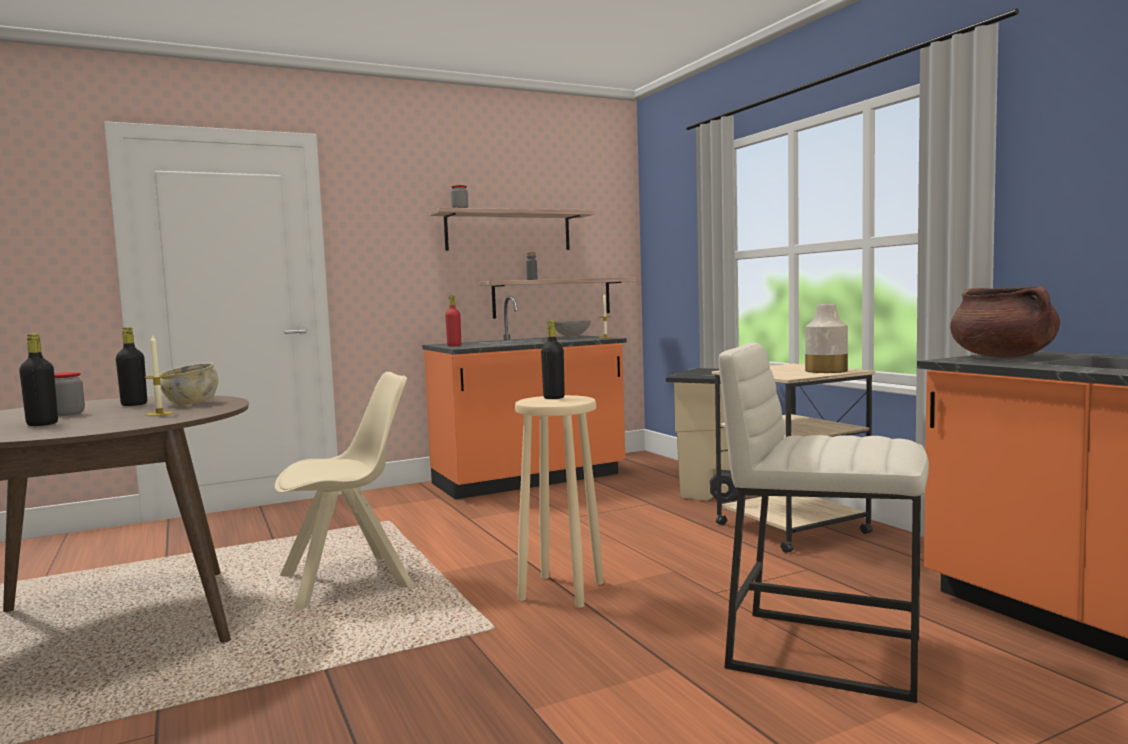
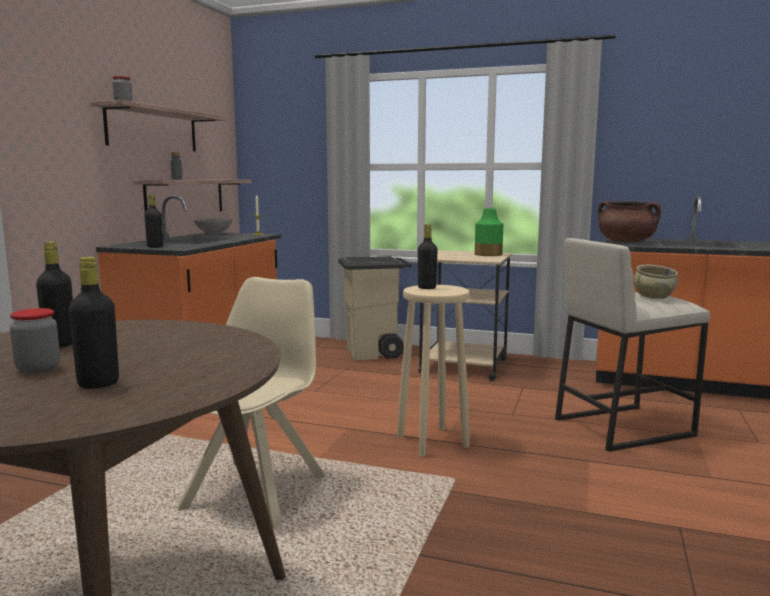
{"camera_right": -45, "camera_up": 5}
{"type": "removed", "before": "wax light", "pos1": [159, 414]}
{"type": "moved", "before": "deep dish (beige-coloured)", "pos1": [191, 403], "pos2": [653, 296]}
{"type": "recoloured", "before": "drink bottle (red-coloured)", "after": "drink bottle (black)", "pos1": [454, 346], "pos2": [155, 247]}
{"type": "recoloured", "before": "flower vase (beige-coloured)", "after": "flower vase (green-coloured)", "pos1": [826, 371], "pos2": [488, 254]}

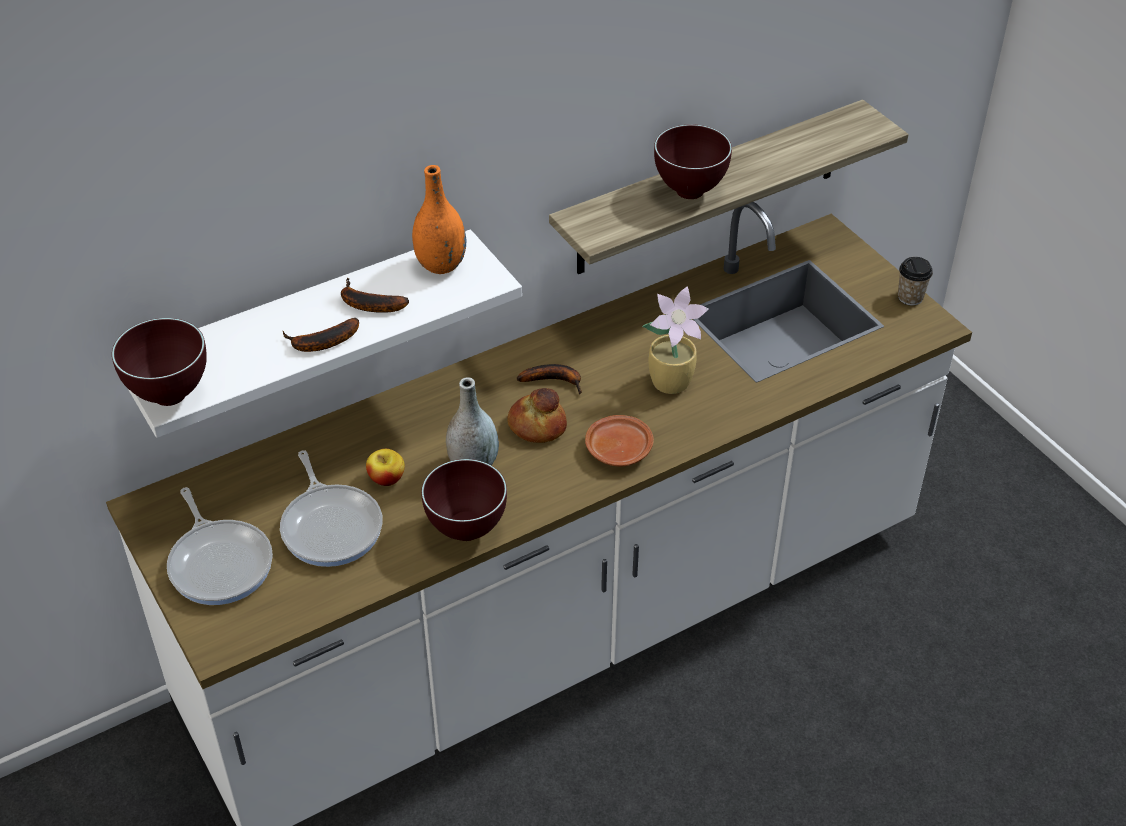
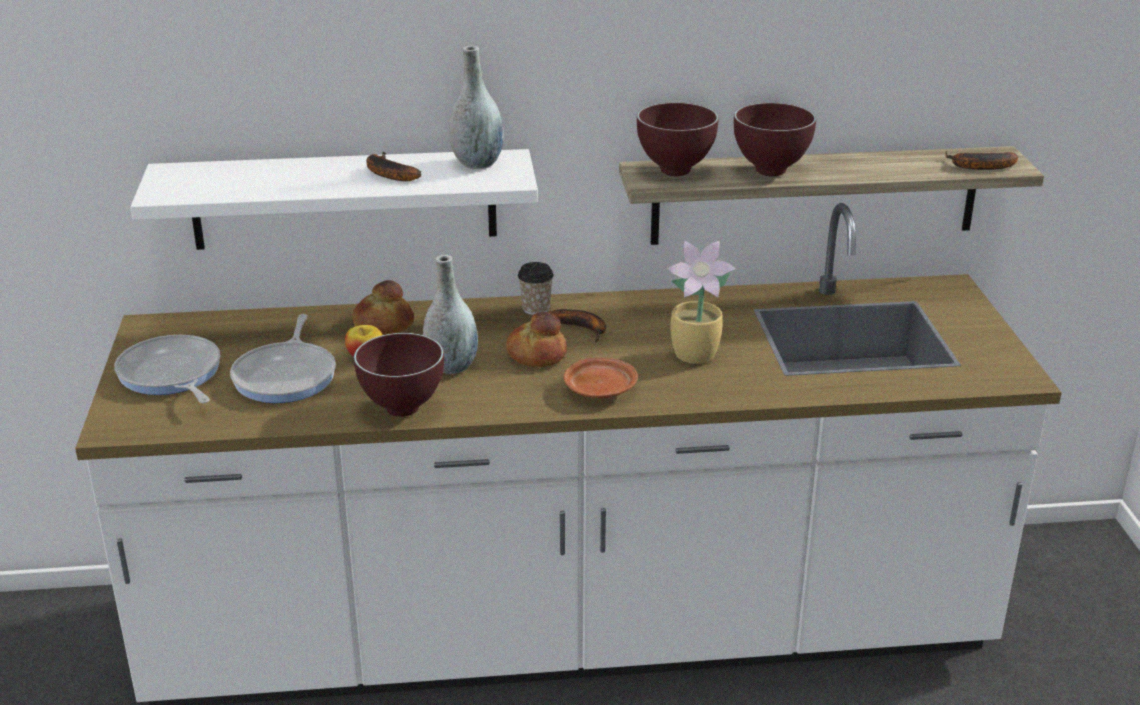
{"camera_right": 25, "camera_up": -15}
{"type": "moved", "before": "deep dish (brown)", "pos1": [170, 397], "pos2": [674, 172]}
{"type": "turned", "before": "skillet", "pos1": [220, 563], "pos2": [171, 375], "turn": 150}
{"type": "moved", "before": "banana fruit", "pos1": [321, 343], "pos2": [978, 167]}
{"type": "recoloured", "before": "flower vase (orangey)", "after": "flower vase (grey)", "pos1": [441, 265], "pos2": [477, 164]}
{"type": "moved", "before": "drinking cup", "pos1": [910, 297], "pos2": [536, 309]}
{"type": "added", "after": "bakery bread", "pos2": [383, 325]}

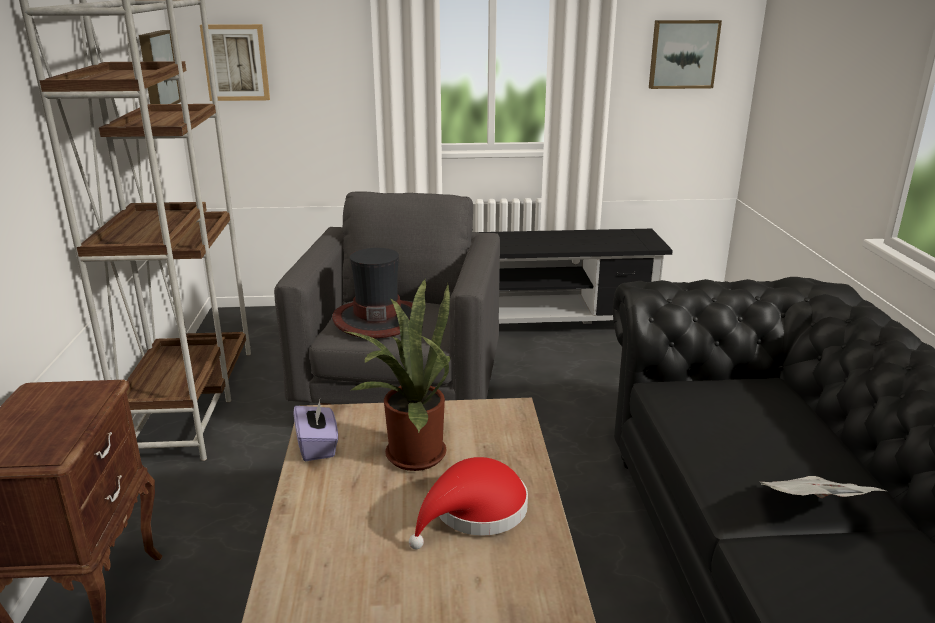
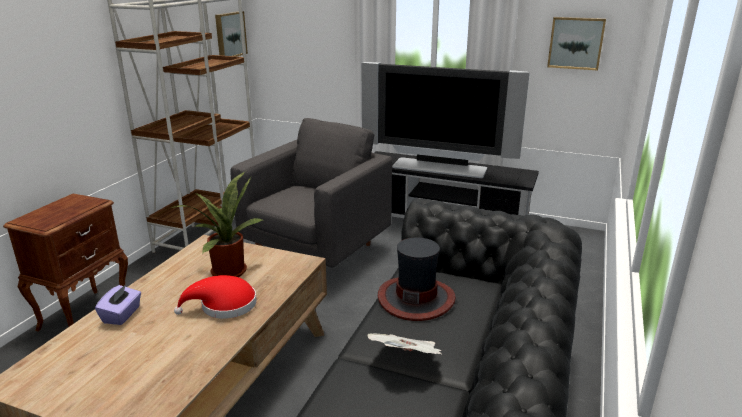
{"camera_right": 25, "camera_up": 0}
{"type": "removed", "before": "picture", "pos1": [236, 62]}
{"type": "moved", "before": "box of tissues (purple)", "pos1": [317, 446], "pos2": [122, 315]}
{"type": "moved", "before": "clothing hat", "pos1": [377, 319], "pos2": [416, 298]}
{"type": "added", "after": "television", "pos2": [439, 168]}

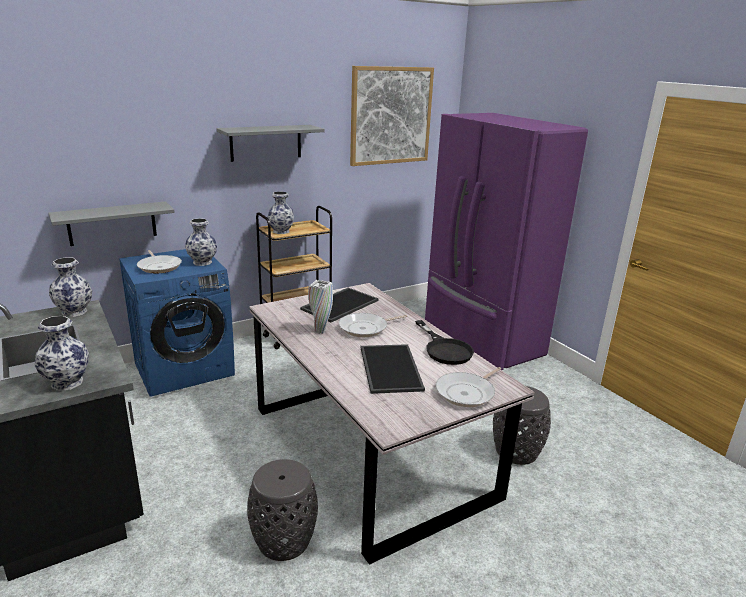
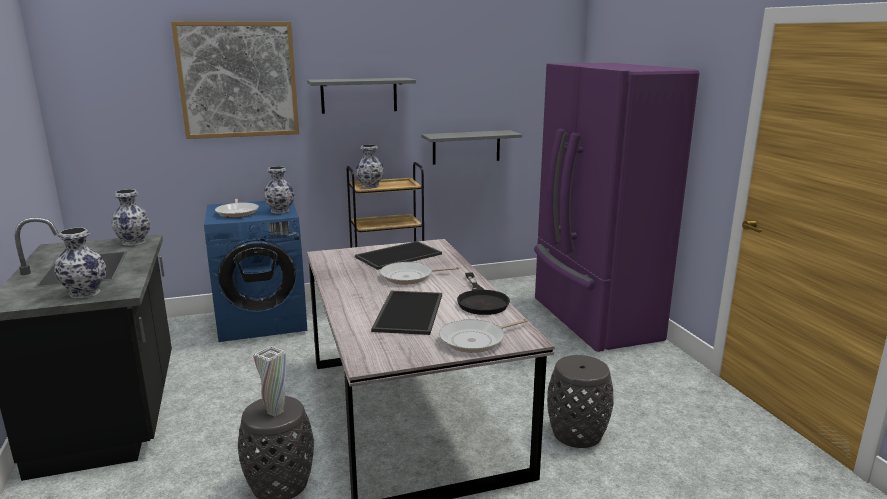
{"camera_right": 15, "camera_up": -5}
{"type": "moved", "before": "wall shelf (grey)", "pos1": [112, 223], "pos2": [466, 147]}
{"type": "moved", "before": "flower vase (white)", "pos1": [320, 331], "pos2": [275, 412]}
{"type": "moved", "before": "picture", "pos1": [391, 116], "pos2": [238, 80]}

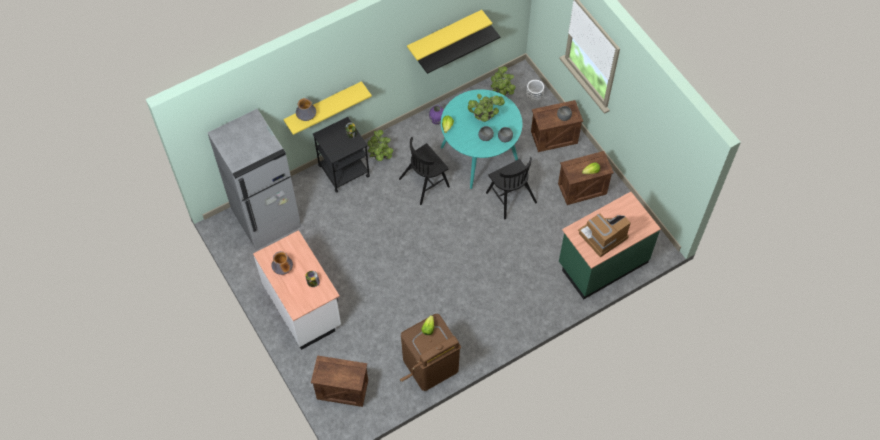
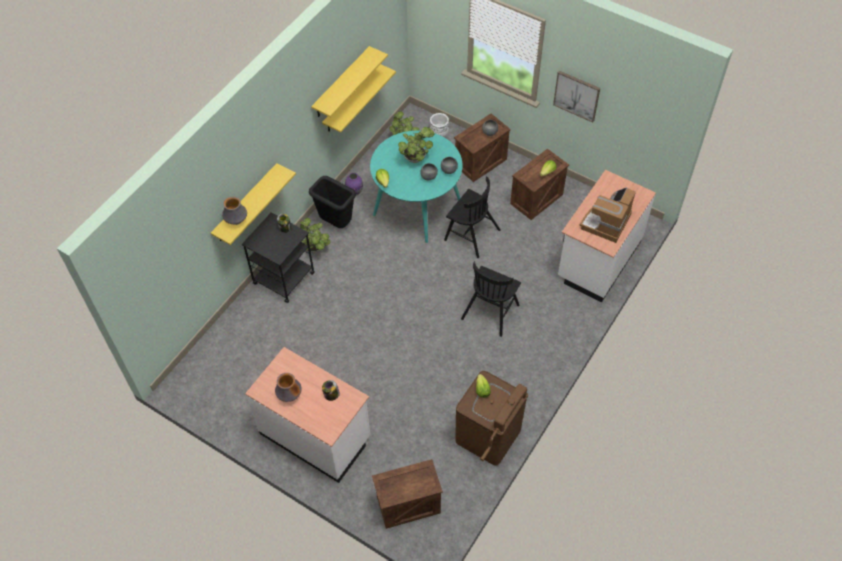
{"camera_right": -25, "camera_up": -5}
{"type": "removed", "before": "kitchen fridge (grey)", "pos1": [266, 217]}
{"type": "moved", "before": "plain chair (black)", "pos1": [426, 181], "pos2": [491, 309]}
{"type": "recoloured", "before": "wall shelf (black)", "after": "wall shelf (yellow)", "pos1": [453, 46], "pos2": [351, 99]}
{"type": "recoloured", "before": "kitchen base unit (green-coloured)", "after": "kitchen base unit (white)", "pos1": [602, 262], "pos2": [598, 260]}
{"type": "added", "after": "trash can (black)", "pos2": [335, 223]}
{"type": "added", "after": "picture", "pos2": [577, 95]}

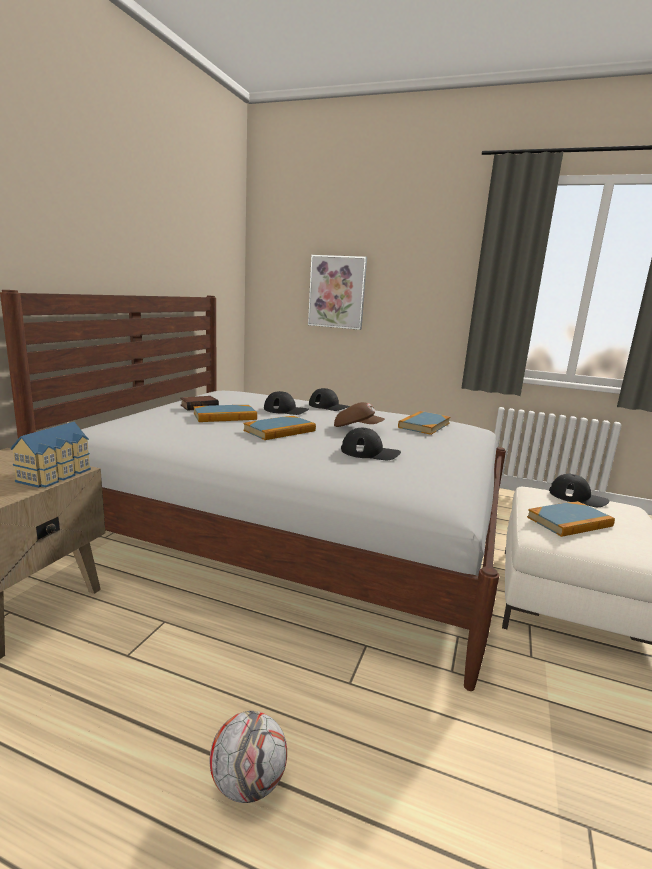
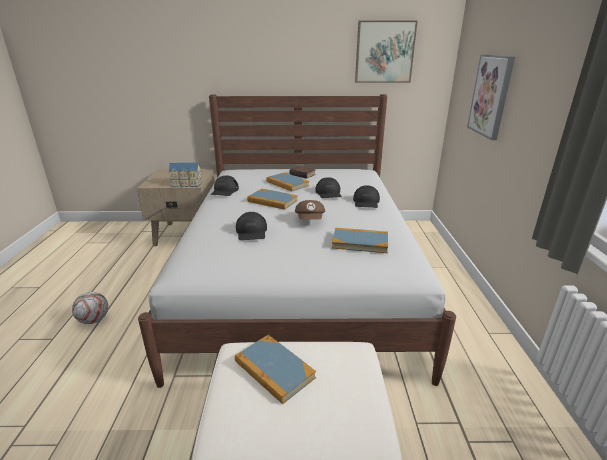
{"camera_right": 70, "camera_up": 10}
{"type": "moved", "before": "cap (black)", "pos1": [578, 497], "pos2": [224, 191]}
{"type": "added", "after": "picture", "pos2": [384, 52]}

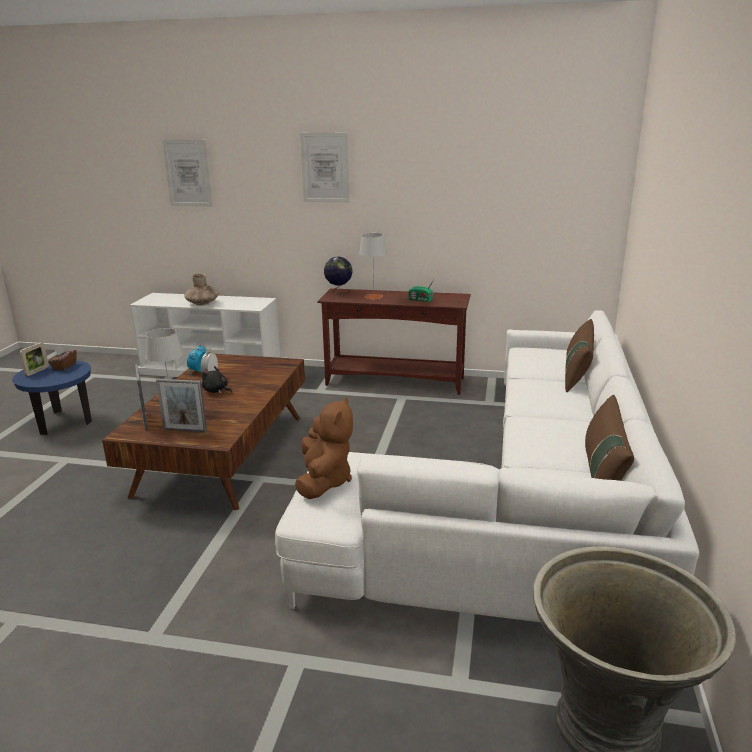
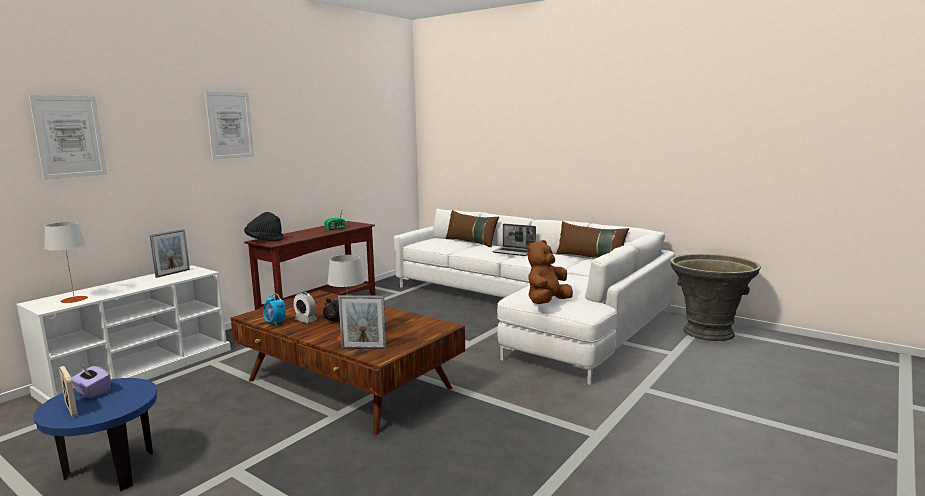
{"camera_right": -65, "camera_up": -10}
{"type": "recoloured", "before": "box of tissues (brown)", "after": "box of tissues (purple)", "pos1": [64, 366], "pos2": [92, 392]}
{"type": "moved", "before": "standing frame", "pos1": [185, 430], "pos2": [173, 273]}
{"type": "removed", "before": "flower vase (brown)", "pos1": [202, 303]}
{"type": "turned", "before": "soft toy (brown)", "pos1": [324, 481], "pos2": [547, 302], "turn": -75}
{"type": "replaced", "before": "desk globe", "after": "clothing hat (black)", "pos1": [338, 292], "pos2": [264, 240]}
{"type": "moved", "before": "table lamp (grey)", "pos1": [373, 296], "pos2": [74, 299]}
{"type": "added", "after": "notebook computer", "pos2": [514, 252]}

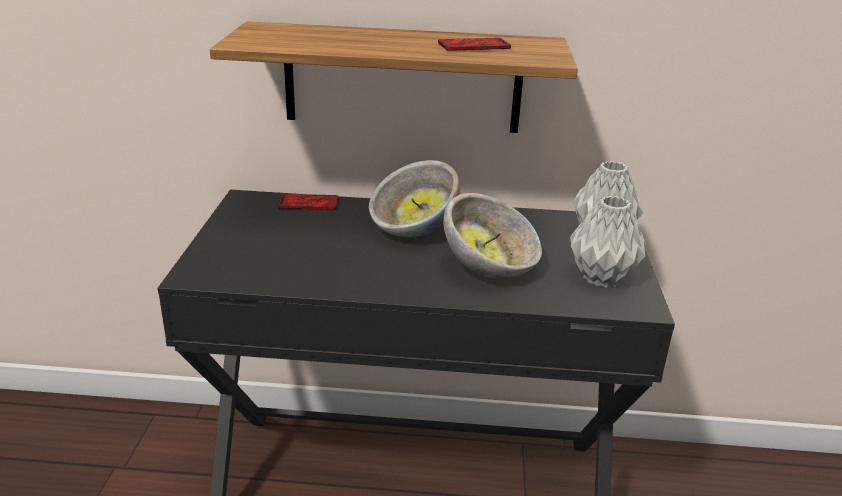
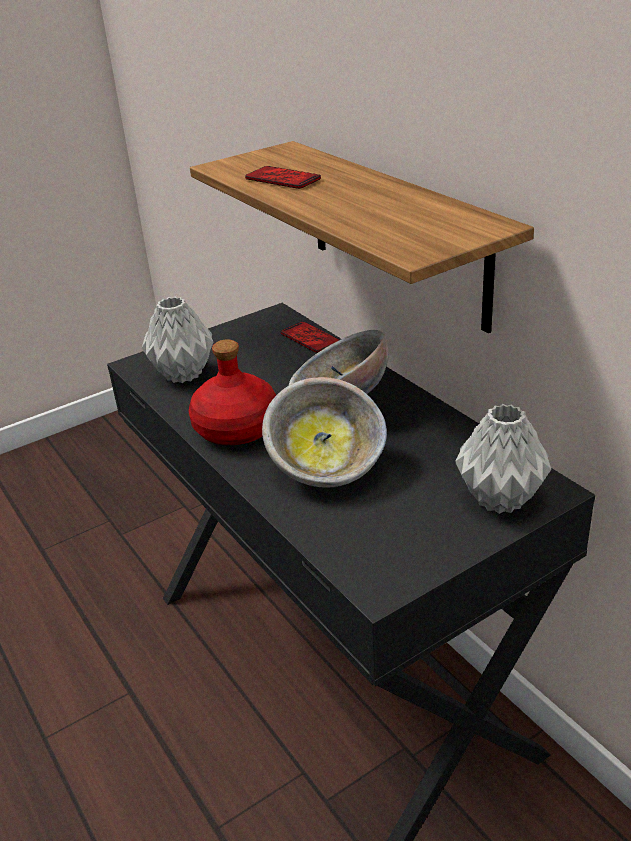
{"camera_right": 55, "camera_up": 5}
{"type": "moved", "before": "handset", "pos1": [474, 46], "pos2": [282, 179]}
{"type": "moved", "before": "flower vase (grey)", "pos1": [603, 278], "pos2": [183, 375]}
{"type": "added", "after": "drink bottle (red-coloured)", "pos2": [235, 428]}

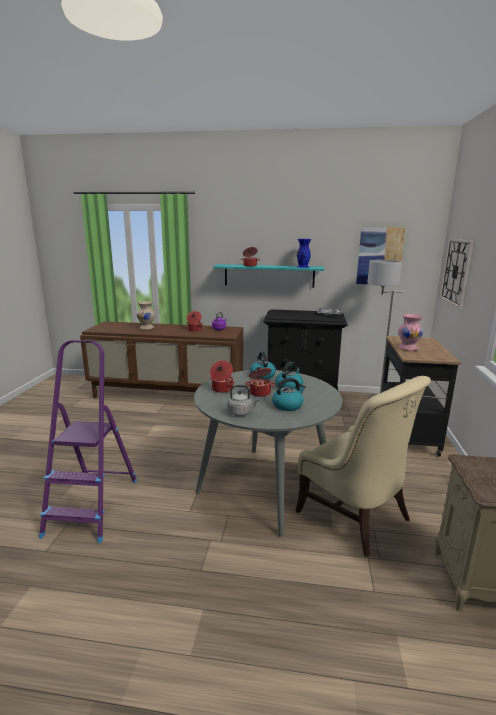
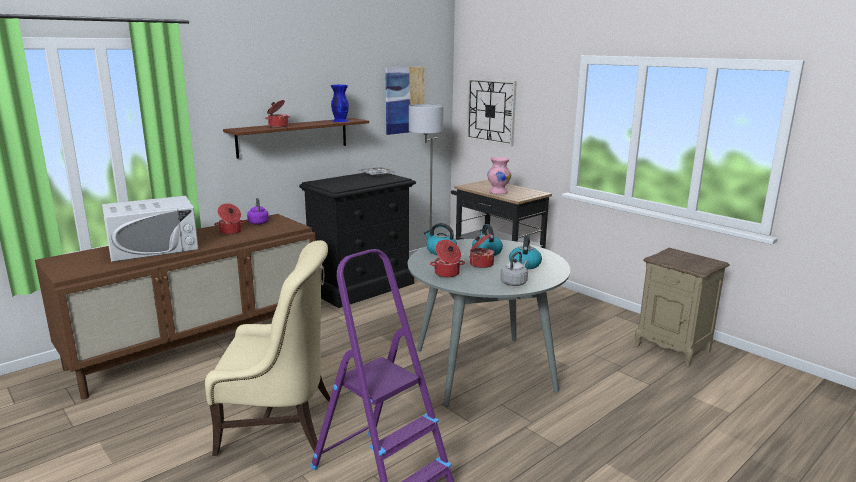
{"camera_right": -50, "camera_up": 0}
{"type": "replaced", "before": "flower vase (beige-coloured)", "after": "microwave oven (white)", "pos1": [147, 328], "pos2": [153, 248]}
{"type": "recoloured", "before": "wall shelf (turquoise-coloured)", "after": "wall shelf (brown)", "pos1": [269, 275], "pos2": [293, 137]}
{"type": "moved", "before": "plain chair (beige-coloured)", "pos1": [354, 515], "pos2": [279, 424]}

